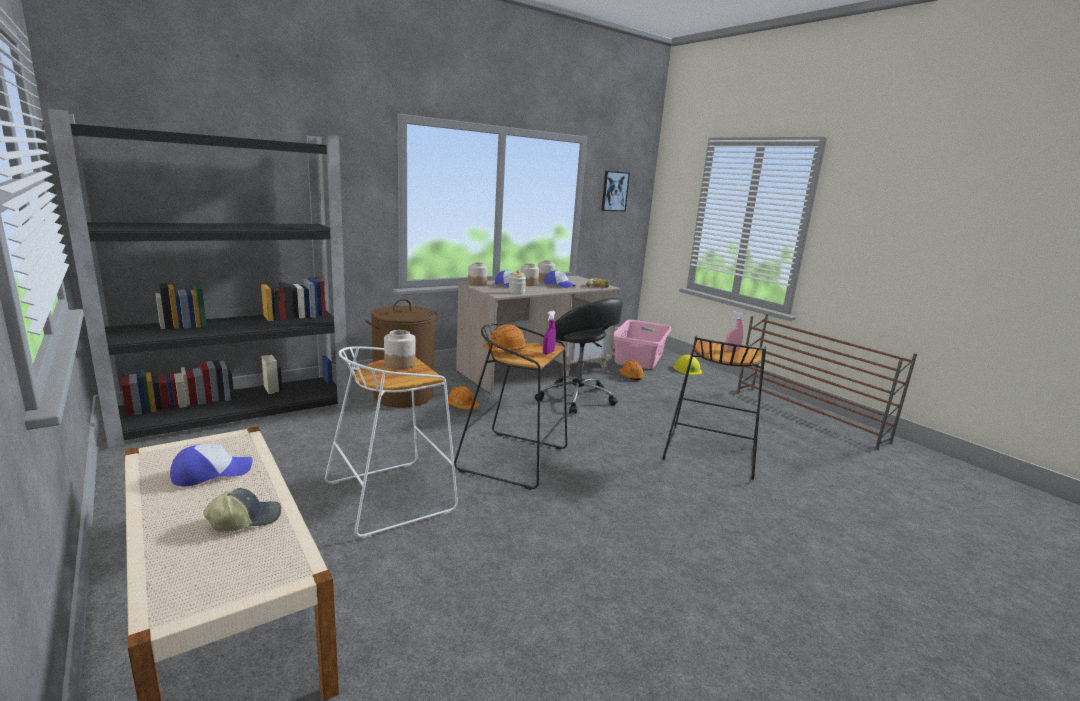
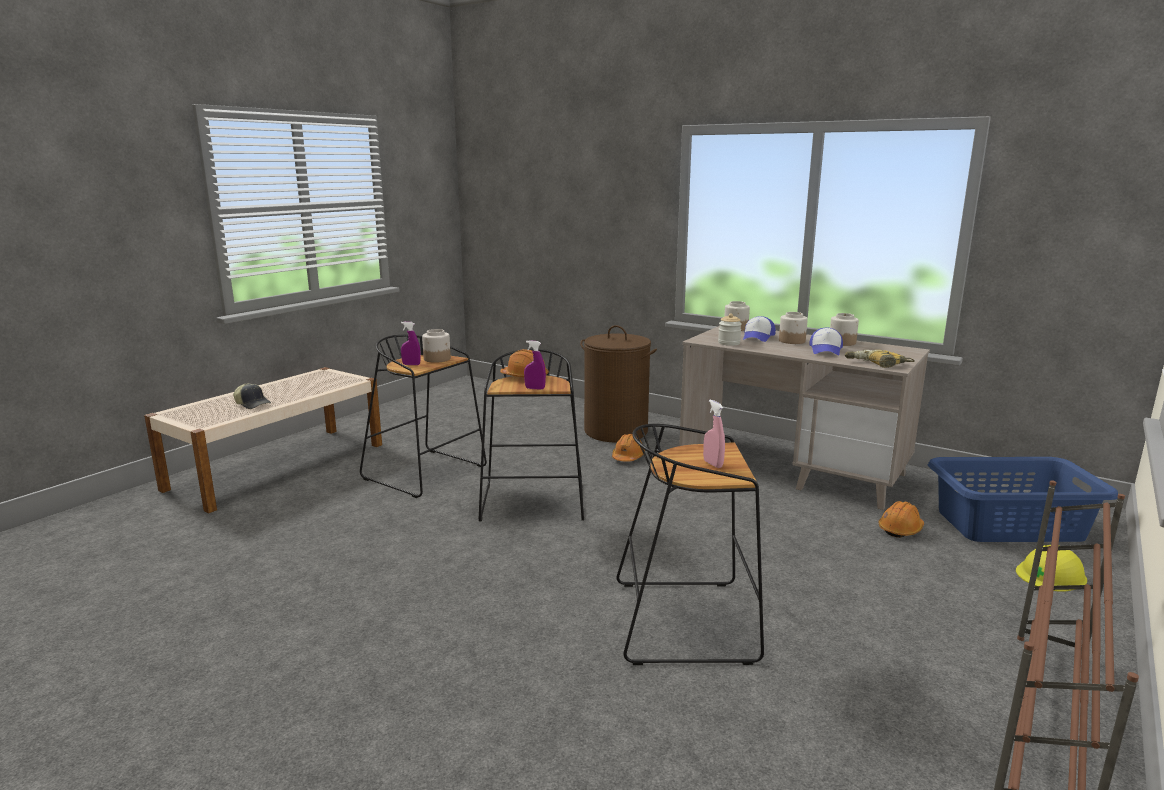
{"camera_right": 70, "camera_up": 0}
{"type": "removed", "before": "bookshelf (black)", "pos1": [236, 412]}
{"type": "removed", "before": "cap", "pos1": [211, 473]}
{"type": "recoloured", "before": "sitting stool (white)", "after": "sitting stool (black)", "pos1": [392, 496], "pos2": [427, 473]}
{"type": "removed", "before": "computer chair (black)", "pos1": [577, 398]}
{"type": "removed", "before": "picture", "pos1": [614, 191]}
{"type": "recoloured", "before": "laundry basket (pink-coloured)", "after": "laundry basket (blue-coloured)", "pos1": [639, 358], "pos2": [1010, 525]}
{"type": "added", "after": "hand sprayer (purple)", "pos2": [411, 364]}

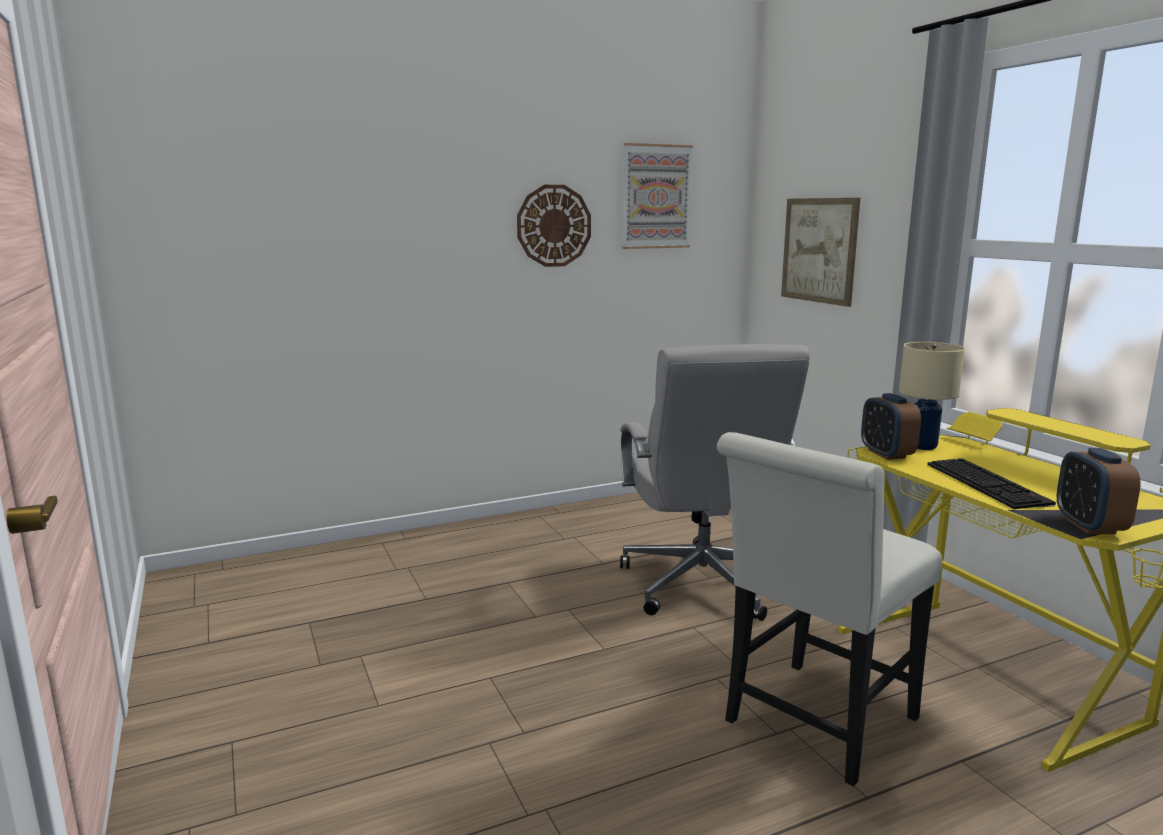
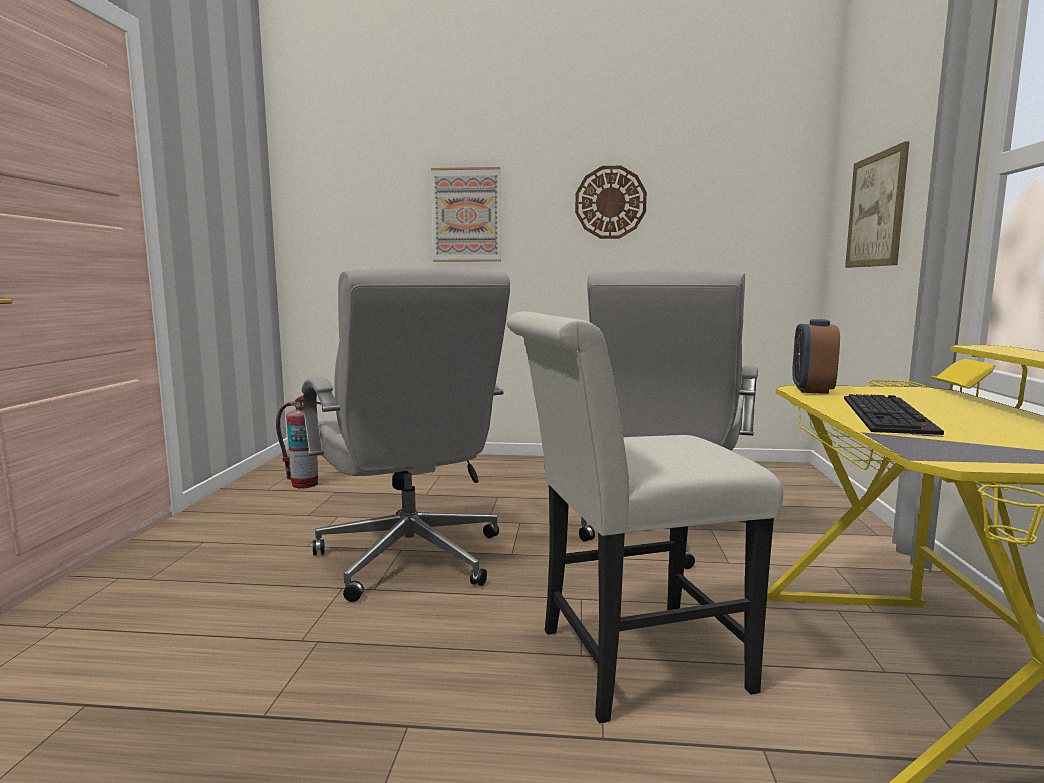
{"camera_right": 30, "camera_up": -5}
{"type": "moved", "before": "picture", "pos1": [656, 197], "pos2": [466, 215]}
{"type": "removed", "before": "table lamp (beige-coloured)", "pos1": [923, 446]}
{"type": "removed", "before": "table clock", "pos1": [1089, 526]}
{"type": "added", "after": "extinguisher", "pos2": [304, 484]}
{"type": "added", "after": "computer chair (grey)", "pos2": [410, 556]}

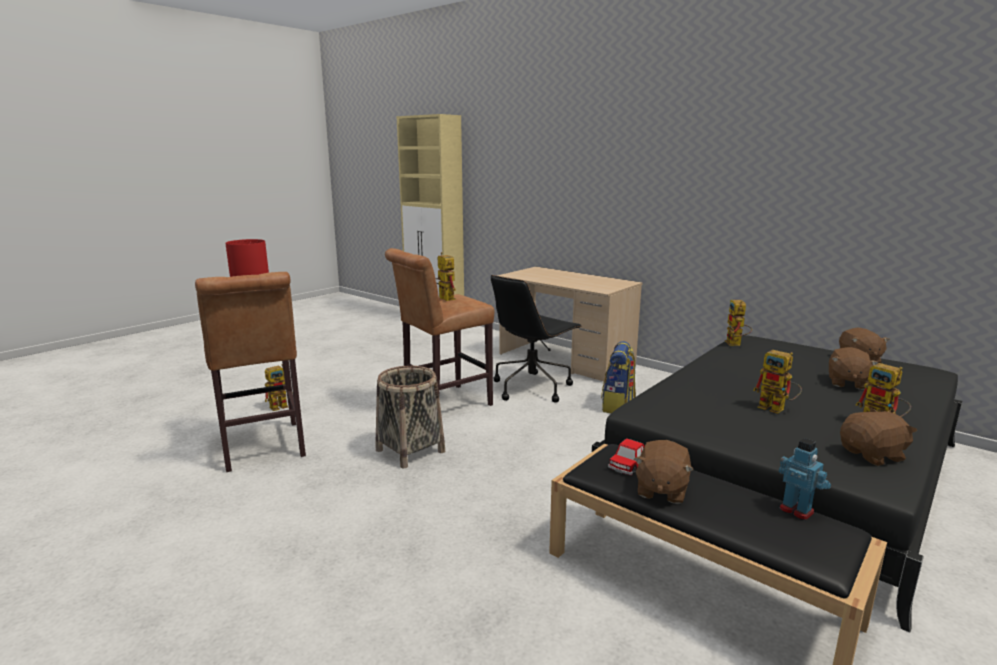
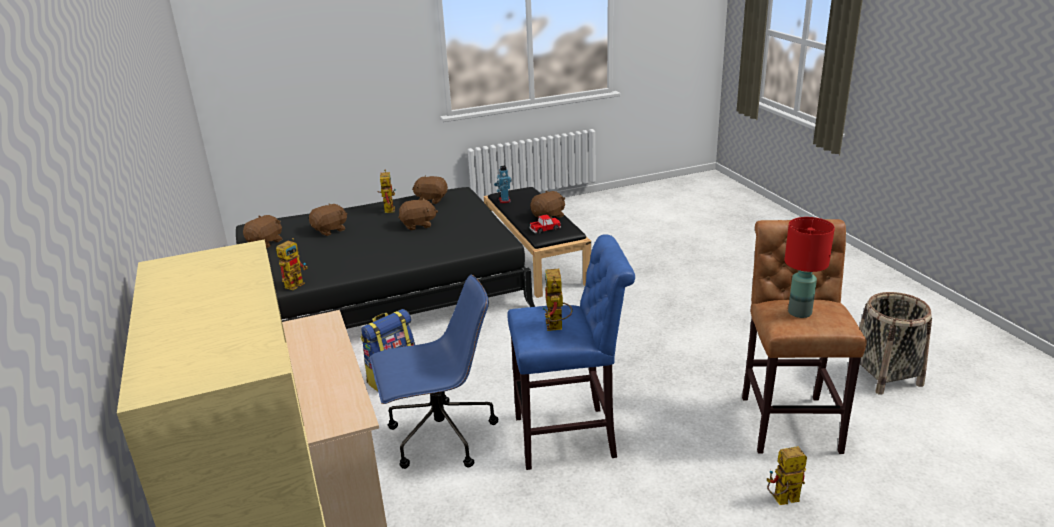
{"camera_right": -150, "camera_up": 10}
{"type": "moved", "before": "storage basket", "pos1": [410, 451], "pos2": [885, 376]}
{"type": "recoloured", "before": "sitting stool (brown)", "after": "sitting stool (blue-coloured)", "pos1": [442, 404], "pos2": [571, 437]}
{"type": "recoloured", "before": "computer chair (black)", "after": "computer chair (blue-coloured)", "pos1": [532, 387], "pos2": [439, 437]}
{"type": "replaced", "before": "model robot", "after": "soft toy (brown)", "pos1": [777, 409], "pos2": [418, 225]}

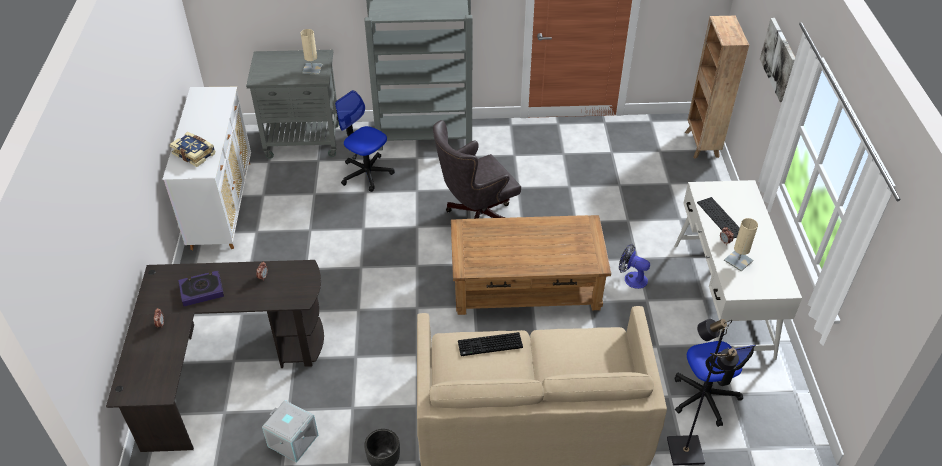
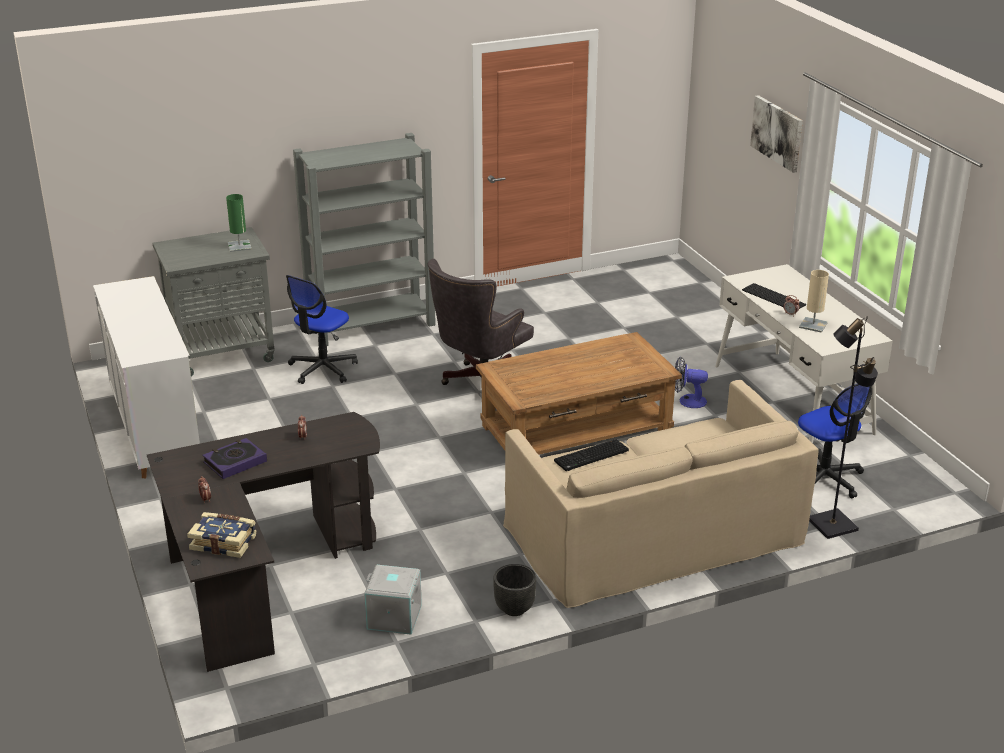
{"camera_right": -20, "camera_up": -15}
{"type": "moved", "before": "bound book", "pos1": [195, 154], "pos2": [224, 542]}
{"type": "recoloured", "before": "table lamp (beige-coloured)", "after": "table lamp (green-coloured)", "pos1": [312, 69], "pos2": [239, 246]}
{"type": "turned", "before": "computer chair", "pos1": [366, 173], "pos2": [322, 369], "turn": -75}
{"type": "removed", "before": "bookshelf (brown)", "pos1": [702, 145]}

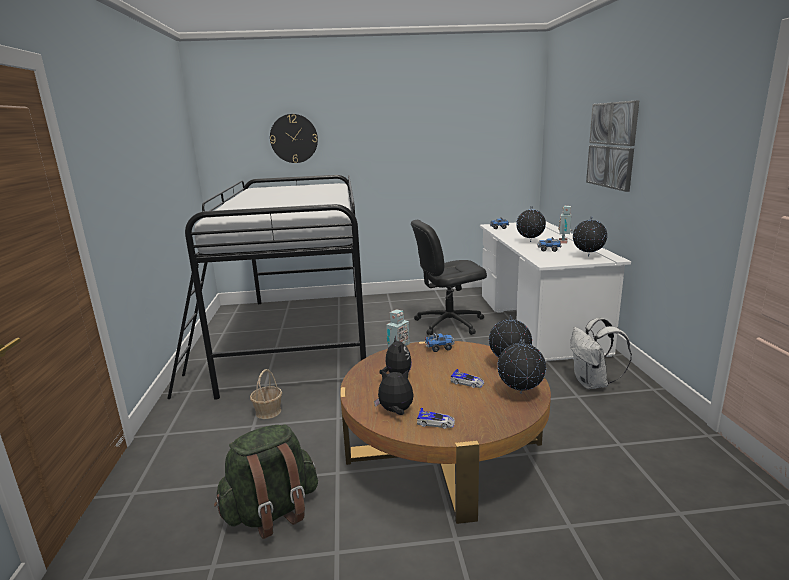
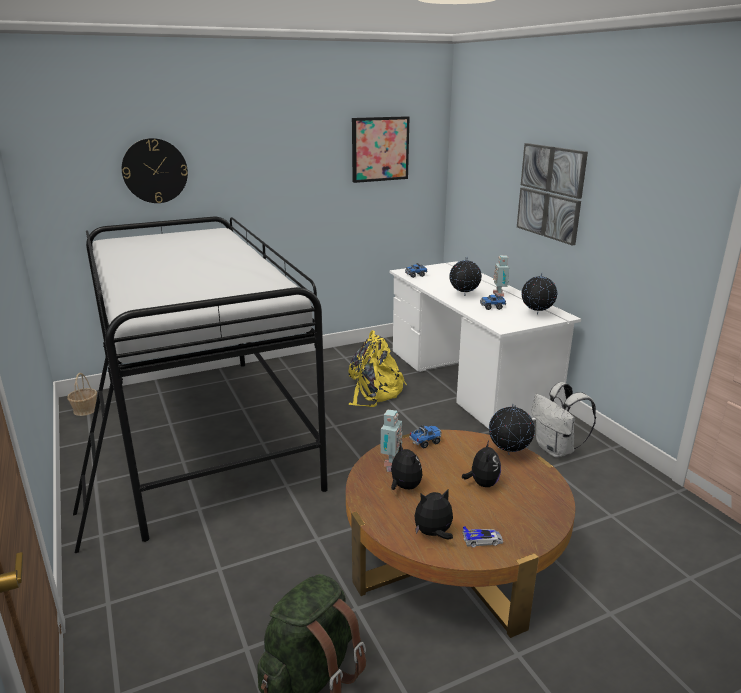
{"camera_right": -20, "camera_up": 5}
{"type": "moved", "before": "storage basket", "pos1": [268, 412], "pos2": [85, 410]}
{"type": "replaced", "before": "computer chair (black)", "after": "knapsack (yellow)", "pos1": [449, 323], "pos2": [374, 392]}
{"type": "replaced", "before": "model car", "after": "soft toy", "pos1": [467, 382], "pos2": [482, 483]}
{"type": "removed", "before": "desk globe", "pos1": [520, 393]}
{"type": "added", "after": "picture", "pos2": [380, 149]}

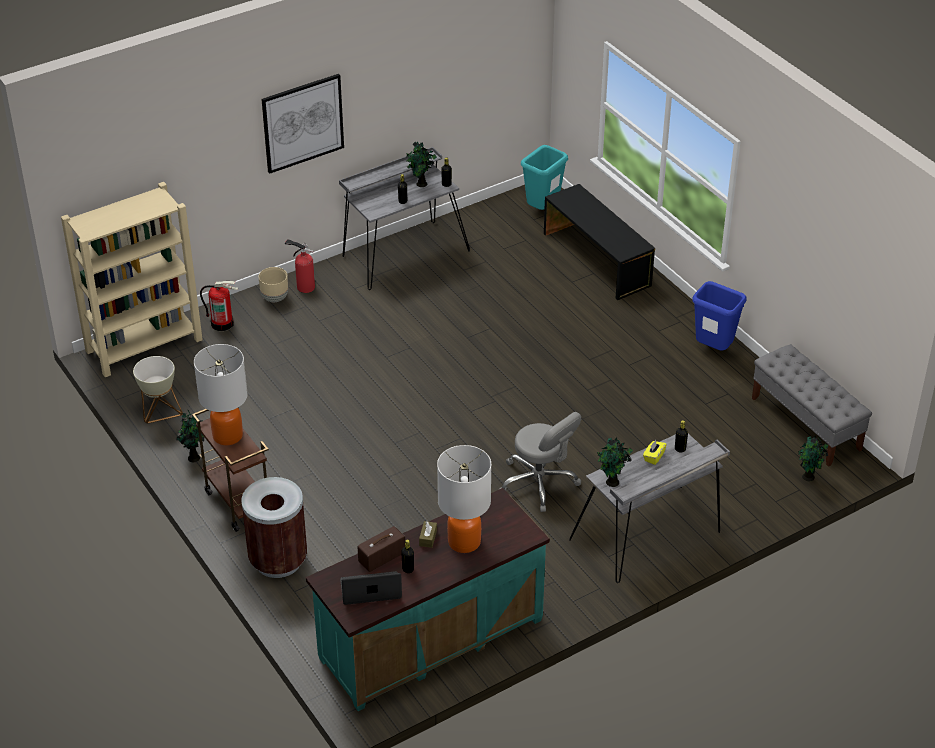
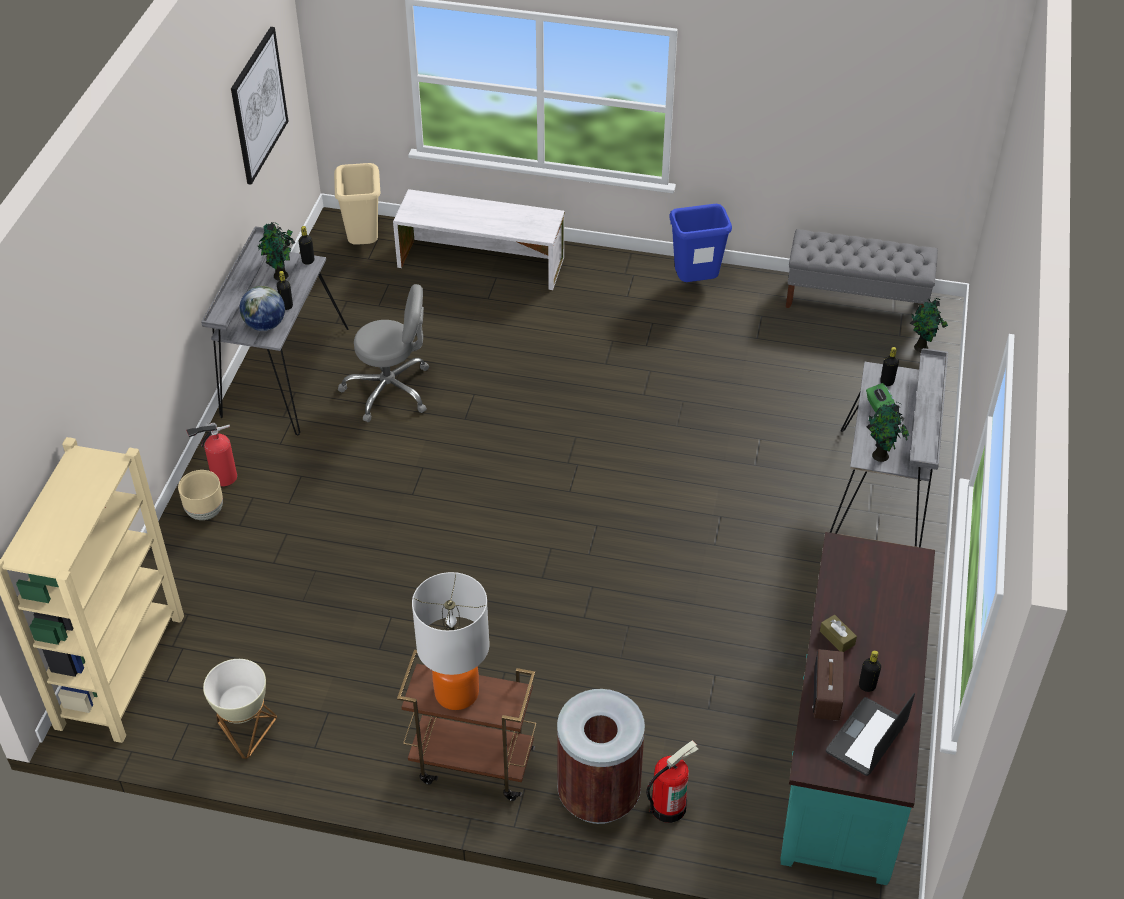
{"camera_right": -45, "camera_up": 5}
{"type": "removed", "before": "potted plant", "pos1": [193, 457]}
{"type": "moved", "before": "extinguisher", "pos1": [222, 323], "pos2": [668, 806]}
{"type": "moved", "before": "picture", "pos1": [303, 123], "pos2": [258, 105]}
{"type": "removed", "before": "table lamp", "pos1": [464, 541]}
{"type": "moved", "before": "computer chair (grey)", "pos1": [541, 484], "pos2": [393, 390]}
{"type": "recoloured", "before": "trash can (turquoise-coloured)", "after": "trash can (beige-coloured)", "pos1": [543, 209], "pos2": [364, 243]}
{"type": "recoloured", "before": "long seat (black)", "after": "long seat (white)", "pos1": [598, 259], "pos2": [482, 261]}
{"type": "recoloured", "before": "box of tissues (yellow)", "after": "box of tissues (green-coloured)", "pos1": [653, 457], "pos2": [878, 406]}
{"type": "added", "after": "desk globe", "pos2": [265, 325]}

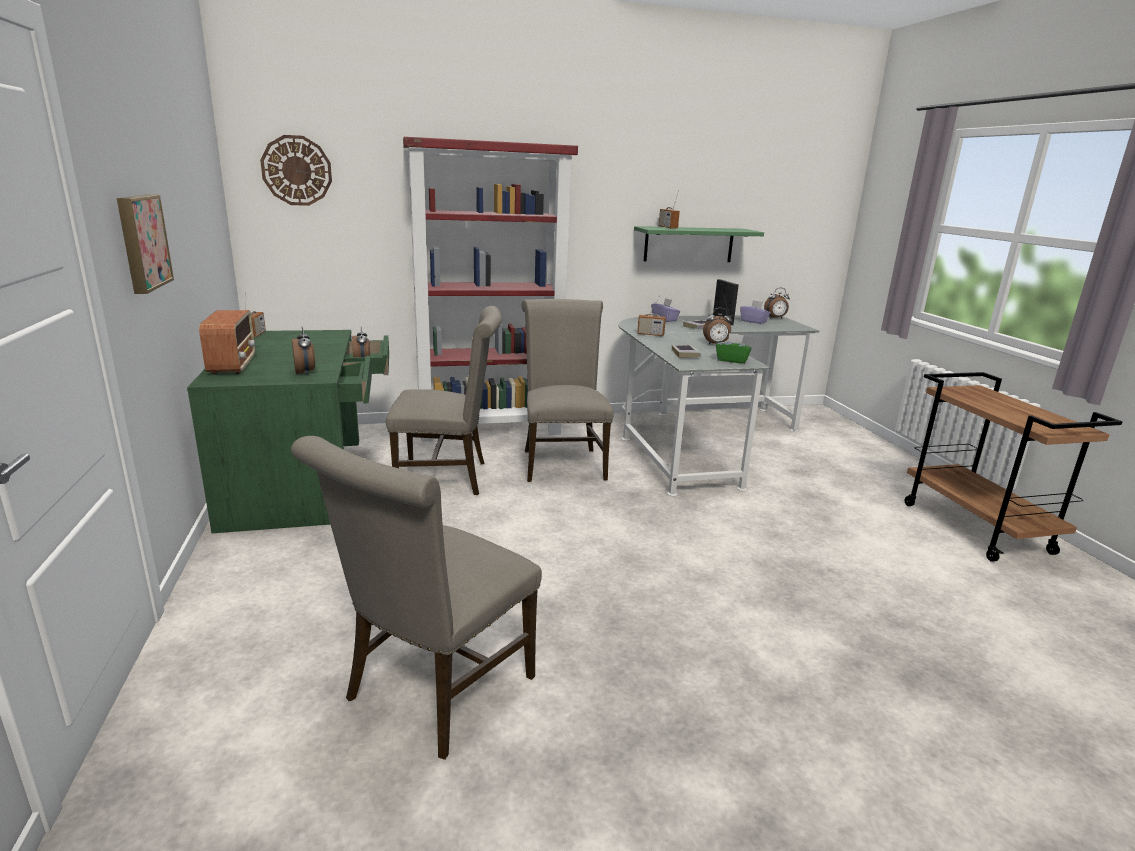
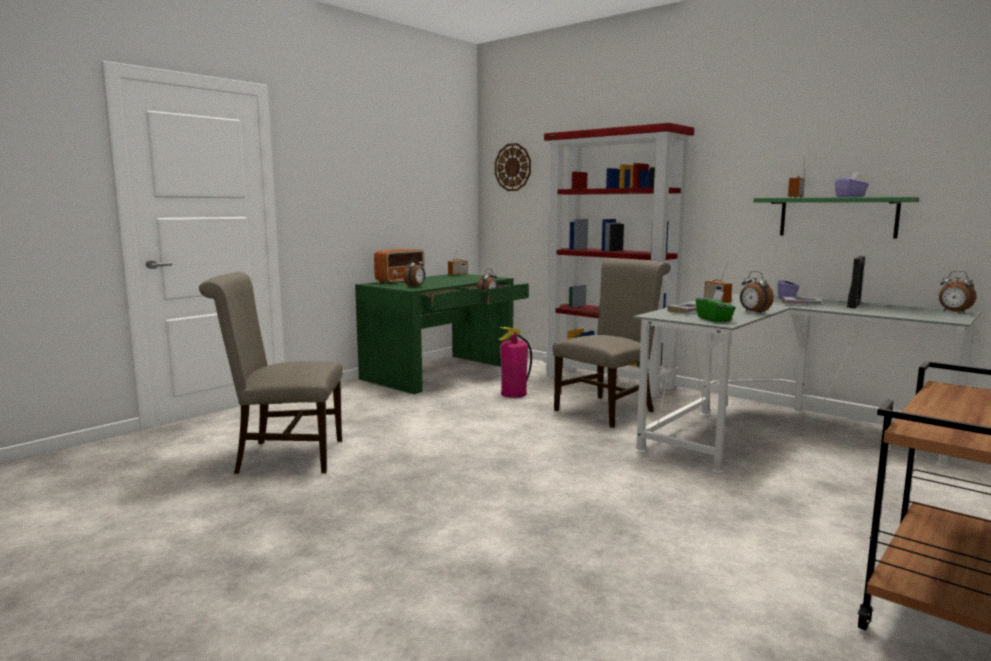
{"camera_right": 55, "camera_up": -10}
{"type": "removed", "before": "picture", "pos1": [141, 242]}
{"type": "replaced", "before": "plain chair (beige-coloured)", "after": "extinguisher", "pos1": [449, 477], "pos2": [514, 394]}
{"type": "moved", "before": "box of tissues (purple)", "pos1": [753, 321], "pos2": [850, 197]}

